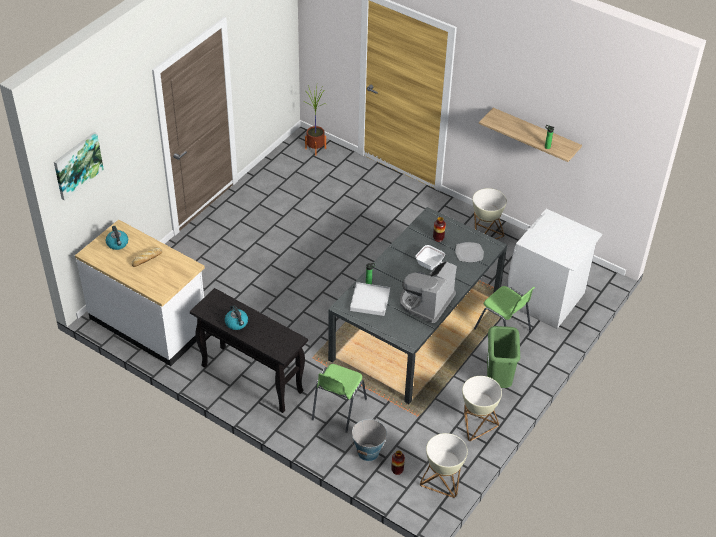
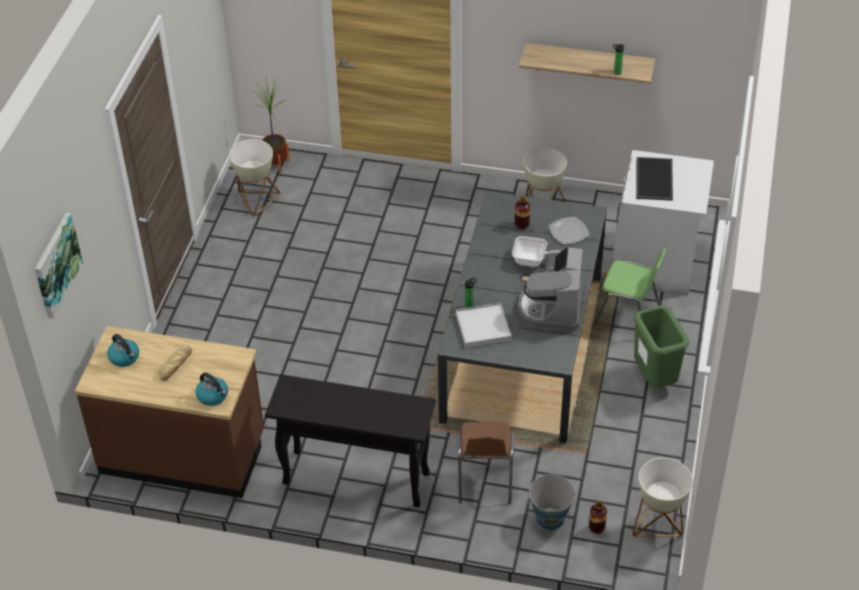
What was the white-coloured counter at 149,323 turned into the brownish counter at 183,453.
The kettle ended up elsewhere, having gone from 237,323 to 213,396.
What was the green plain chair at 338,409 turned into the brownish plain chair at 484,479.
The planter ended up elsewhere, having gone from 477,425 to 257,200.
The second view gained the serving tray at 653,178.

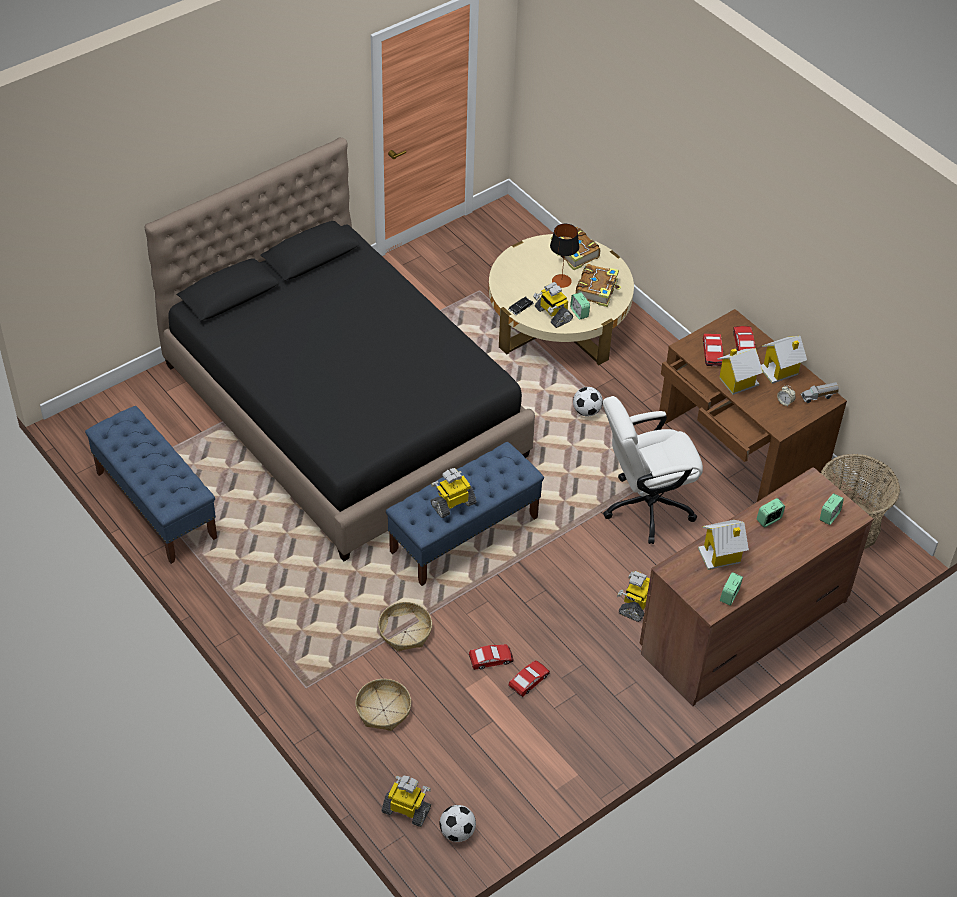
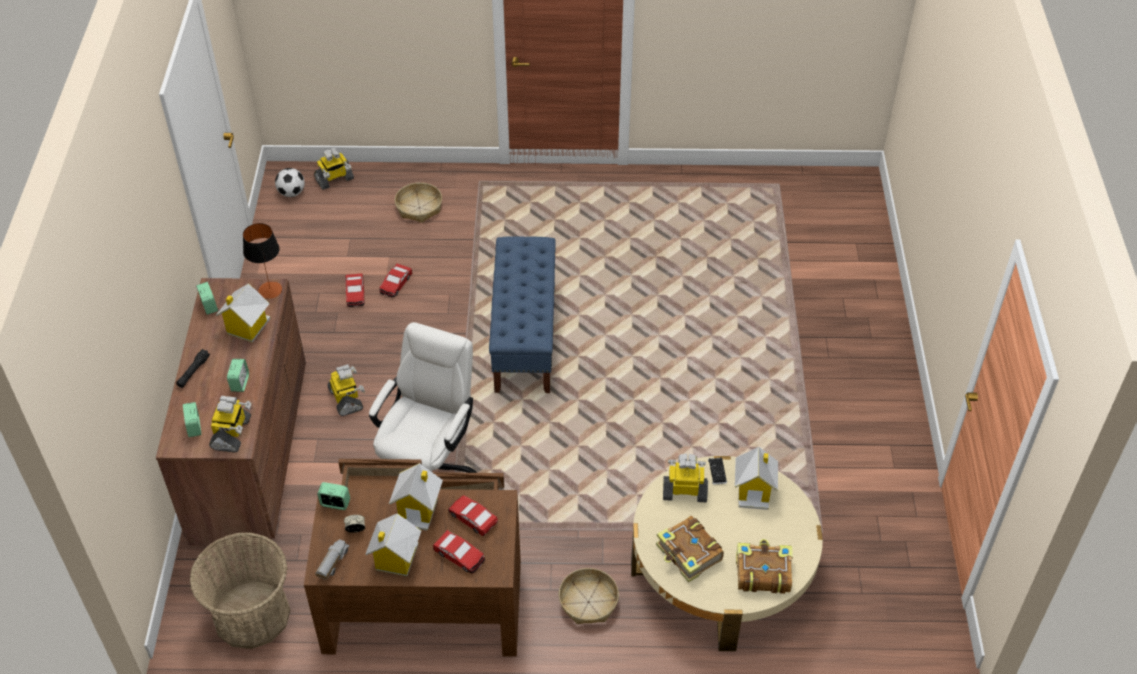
The second view lost the bluish indoor bench at 155,505.
The second view lost the black bed at 344,409.
The basket ended up elsewhere, having gone from 405,631 to 588,602.
The model robot ended up elsewhere, having gone from 453,503 to 232,434.
The tabletop lamp ended up elsewhere, having gone from 561,281 to 270,290.
The bedside clock ended up elsewhere, having gone from 579,313 to 335,503.
The second view lost the football ball at 587,411.
The second view gained the black flashlight at 193,372.
The second view gained the model house at 754,491.

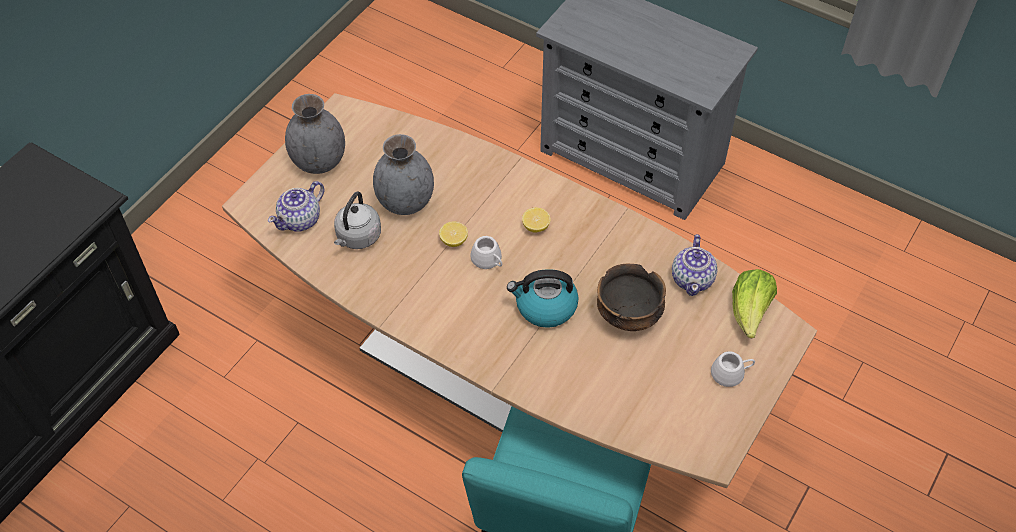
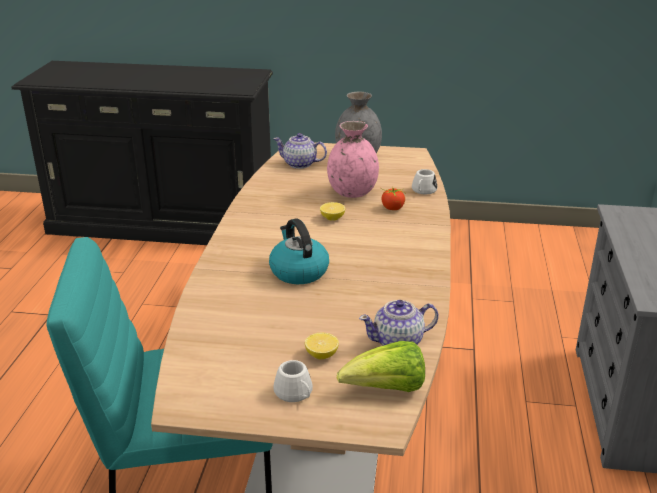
The second view lost the greyish kettle at 357,237.
What was the greyish vase at 405,201 turned into the pink vase at 352,192.
The white-coloured mug ended up elsewhere, having gone from 489,260 to 423,191.
The lemon ended up elsewhere, having gone from 536,226 to 321,355.
The second view lost the deep dish at 629,315.
The second view gained the fresh tomato at 392,208.

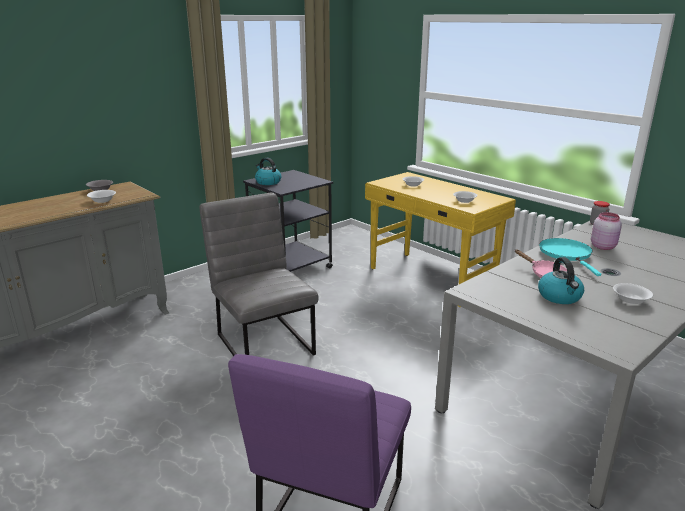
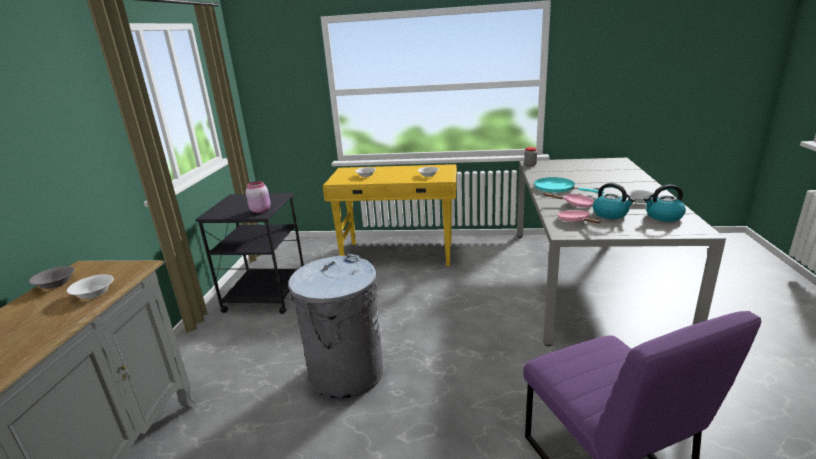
Where the greyish plain chair stood at 264,342, the greyish trash can came to stand at 345,373.
The kettle ended up elsewhere, having gone from 268,182 to 663,216.
The pink jar ended up elsewhere, having gone from 603,246 to 260,210.
The second view gained the pink pan at 575,221.

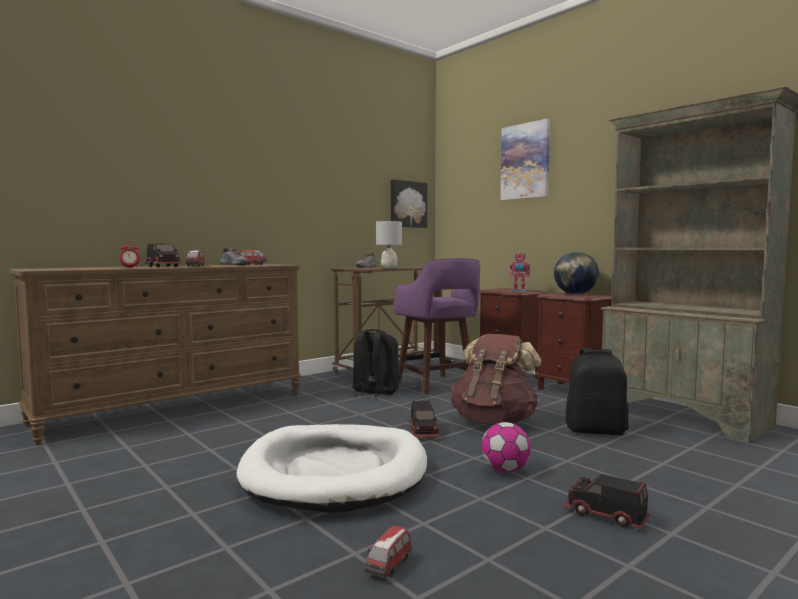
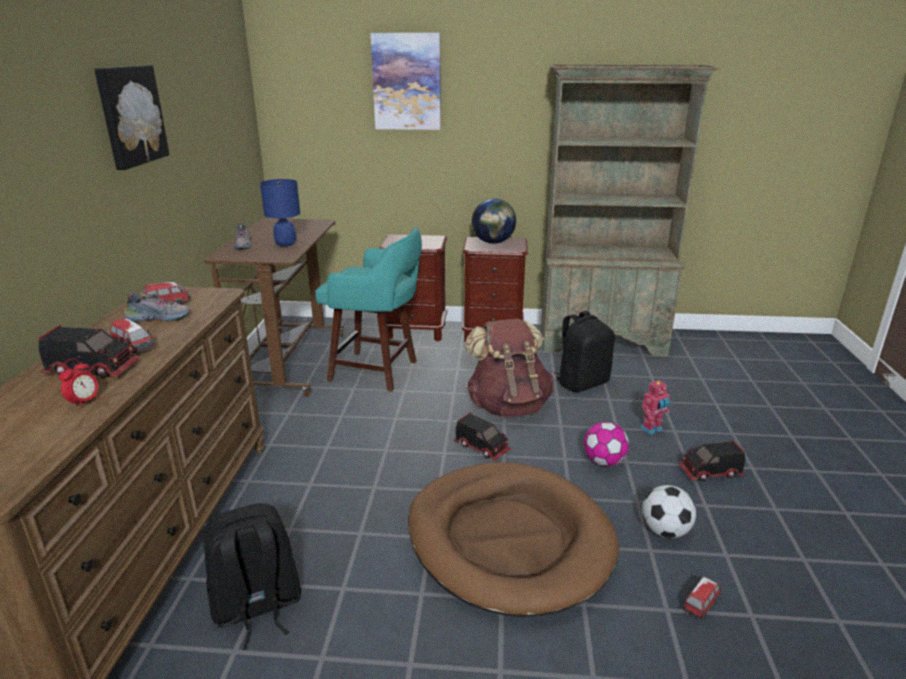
What was the white-coloured dog bed at 335,472 turned into the brownish dog bed at 508,540.
The black backpack ended up elsewhere, having gone from 374,392 to 257,608.
The model car at 389,566 ended up facing another way, 120 degrees counterclockwise from before.
What was the greyish tabletop lamp at 389,268 turned into the bluish tabletop lamp at 286,244.
The wall picture ended up elsewhere, having gone from 407,204 to 130,115.
What was the purple-coloured stool seat at 436,385 turned into the turquoise stool seat at 377,372.
The model robot ended up elsewhere, having gone from 519,291 to 652,429.
The second view gained the football ball at 665,531.

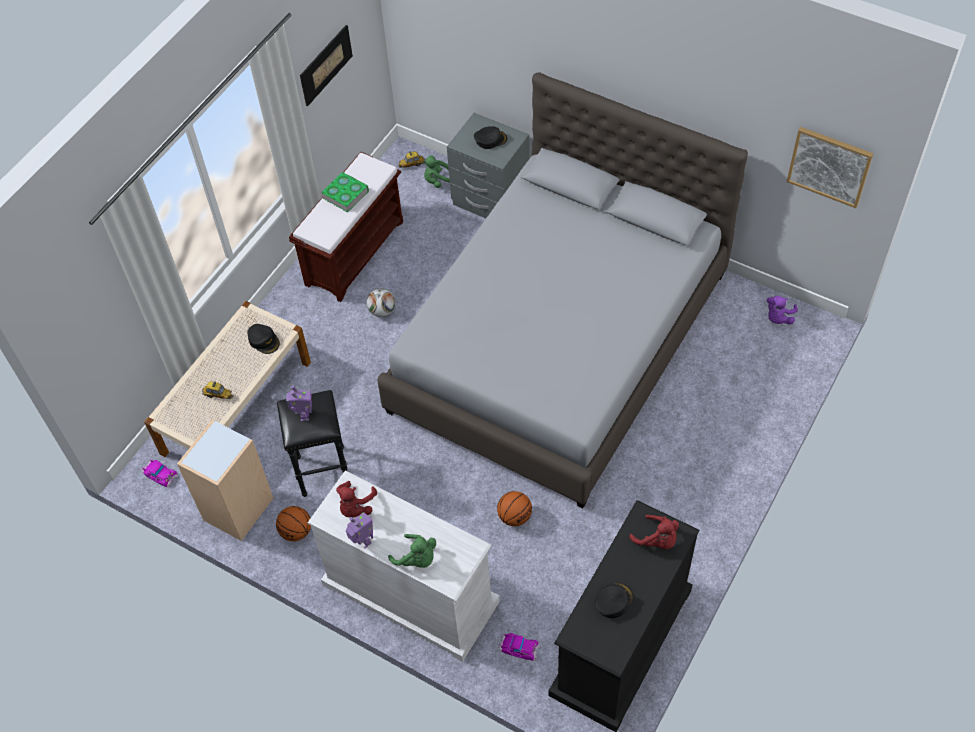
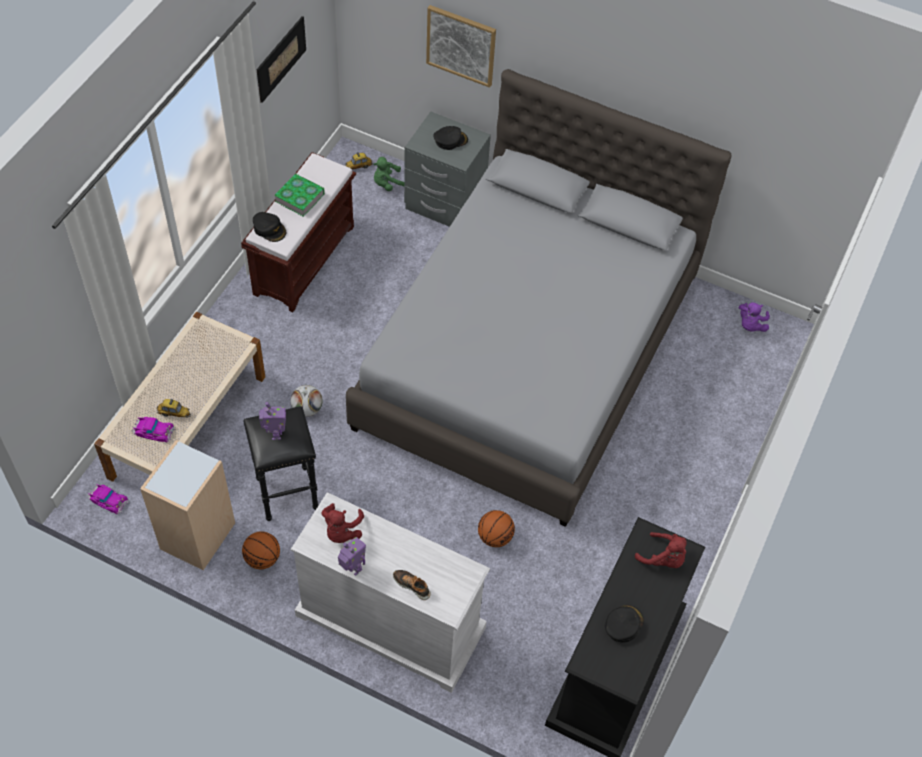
The black cap ended up elsewhere, having gone from 264,340 to 269,229.
The football ball ended up elsewhere, having gone from 382,311 to 307,409.
Where the green soft toy stood at 417,559, the shoe came to stand at 412,585.
The model car ended up elsewhere, having gone from 519,647 to 153,431.
The wall picture ended up elsewhere, having gone from 829,166 to 461,45.

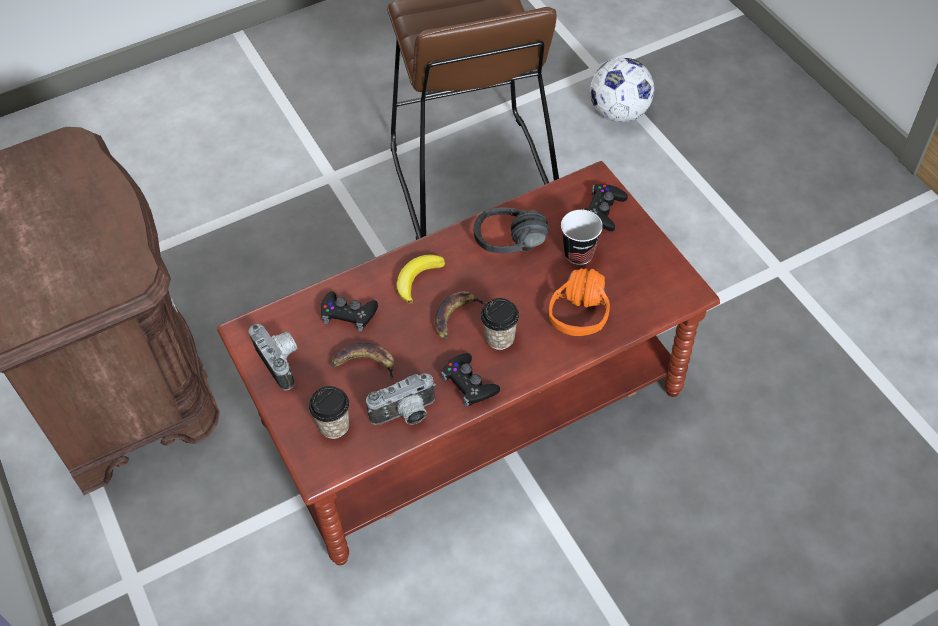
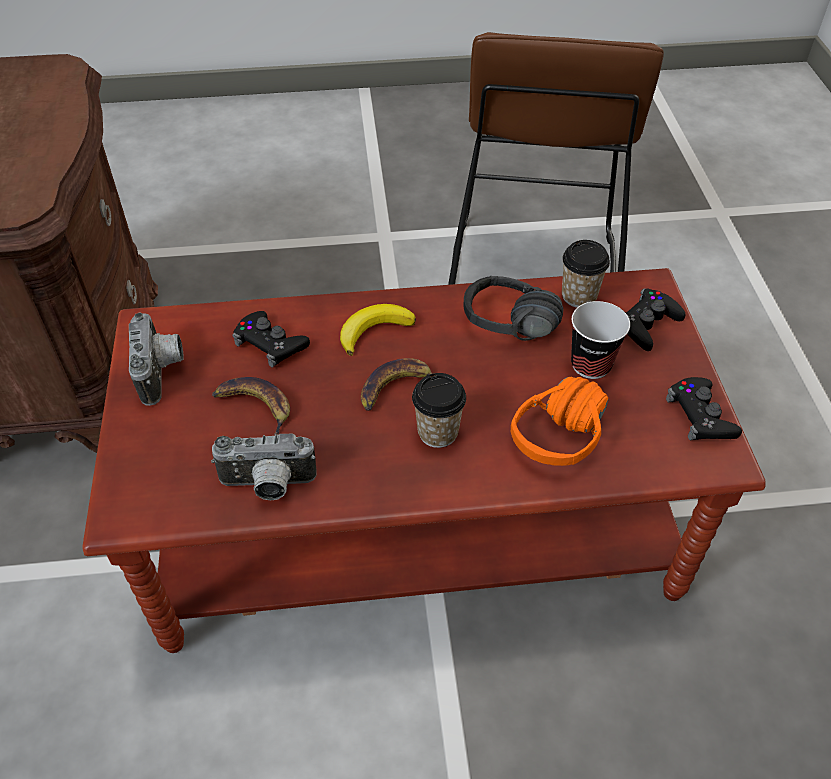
The cup ended up elsewhere, having gone from 334,426 to 579,296.
The black joypad ended up elsewhere, having gone from 469,384 to 700,416.
The second view lost the football ball at 619,113.

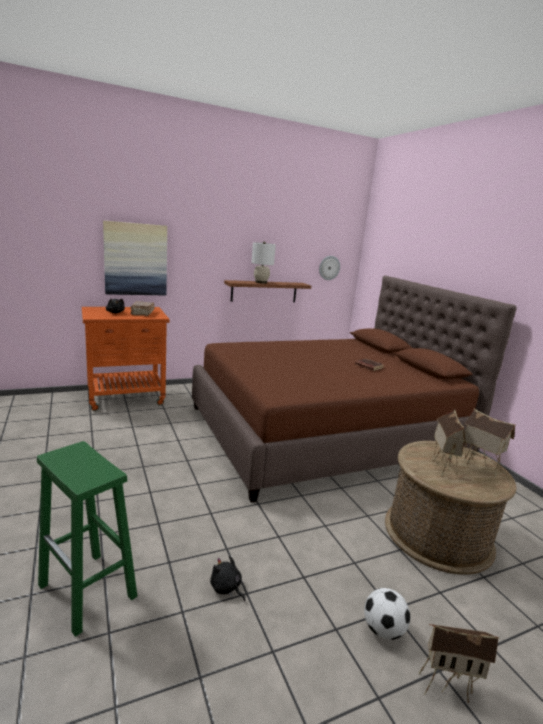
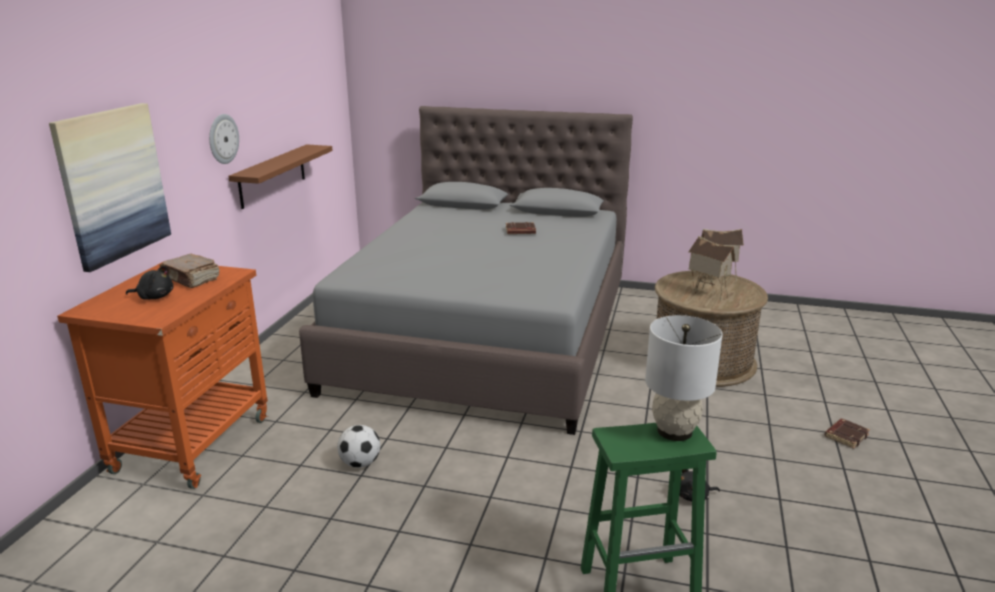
What was the brownish bed at 325,432 turned into the greyish bed at 487,335.
The white-coloured tabletop lamp ended up elsewhere, having gone from 261,282 to 674,431.
The wall clock ended up elsewhere, having gone from 329,267 to 223,139.
The football ball ended up elsewhere, having gone from 383,629 to 360,463.
Where the model house stood at 446,684, the brownish bound book came to stand at 845,435.

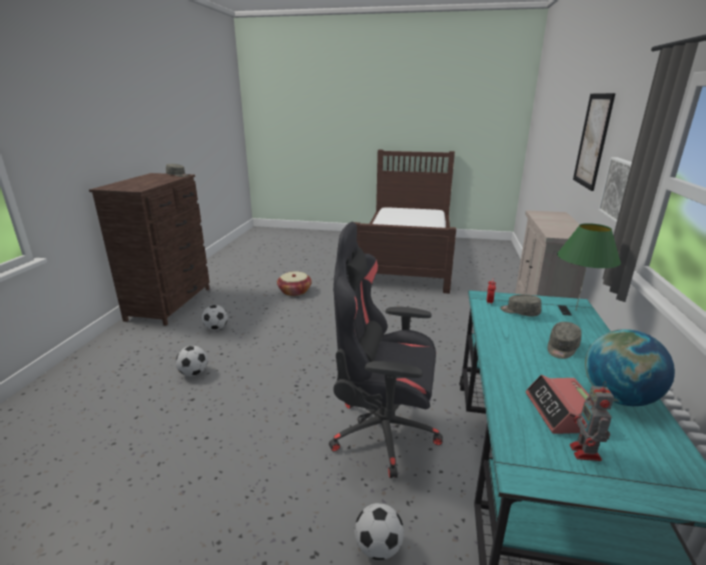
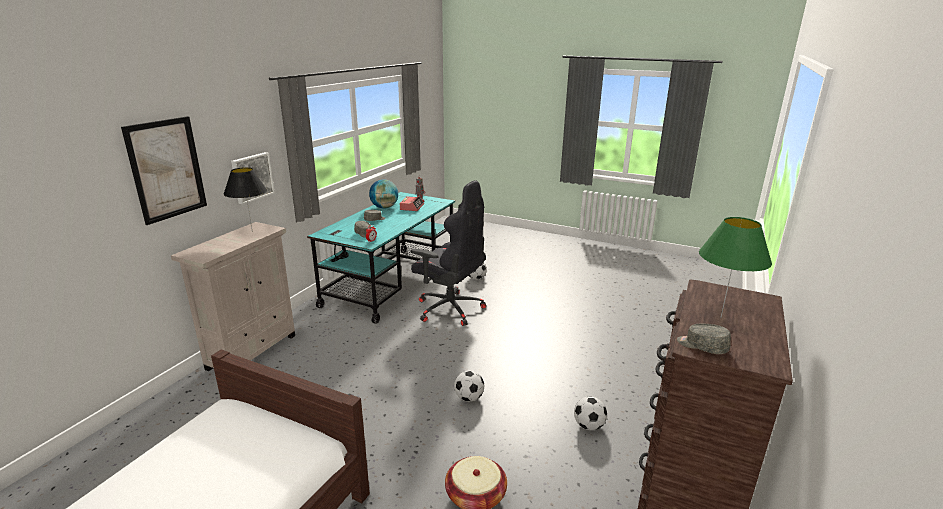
The football ball ended up elsewhere, having gone from 193,373 to 469,398.
The green tabletop lamp ended up elsewhere, having gone from 576,311 to 720,317.
The second view gained the black tabletop lamp at 252,231.

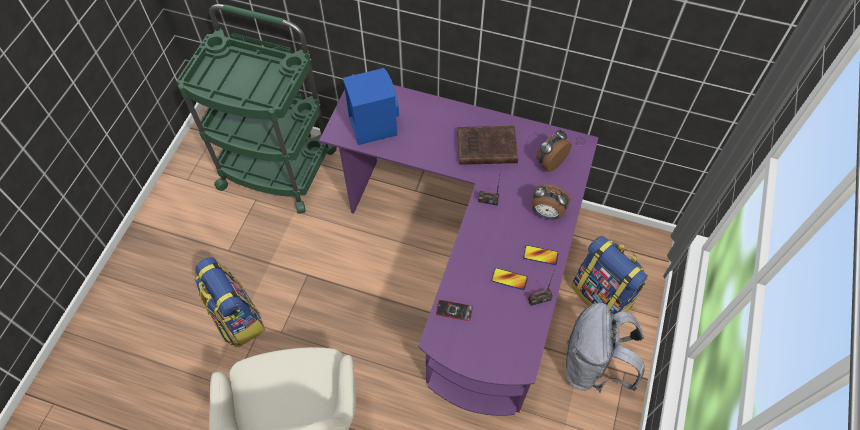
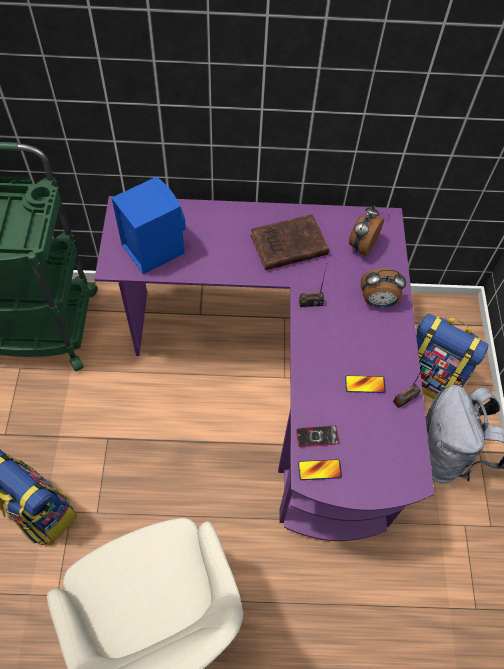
The phone ended up elsewhere, having gone from 540,255 to 319,470.

